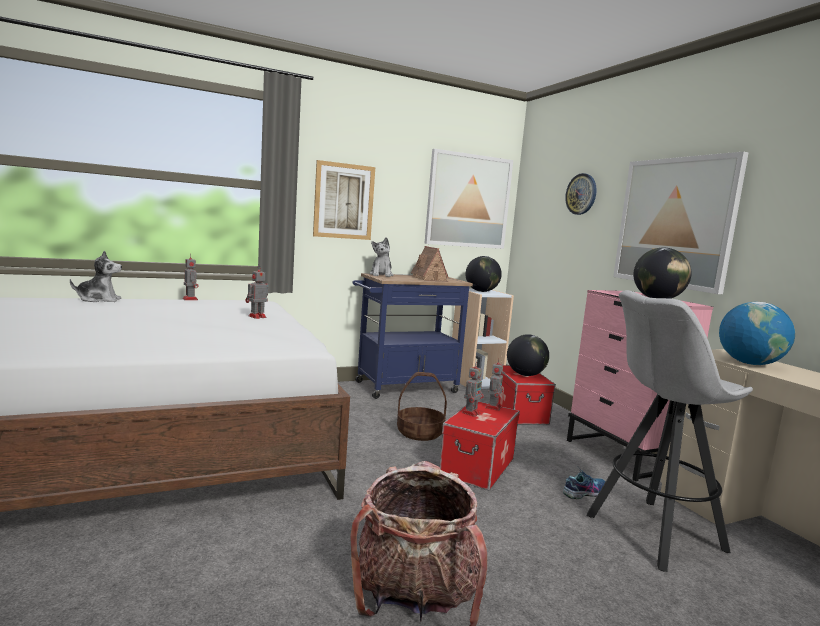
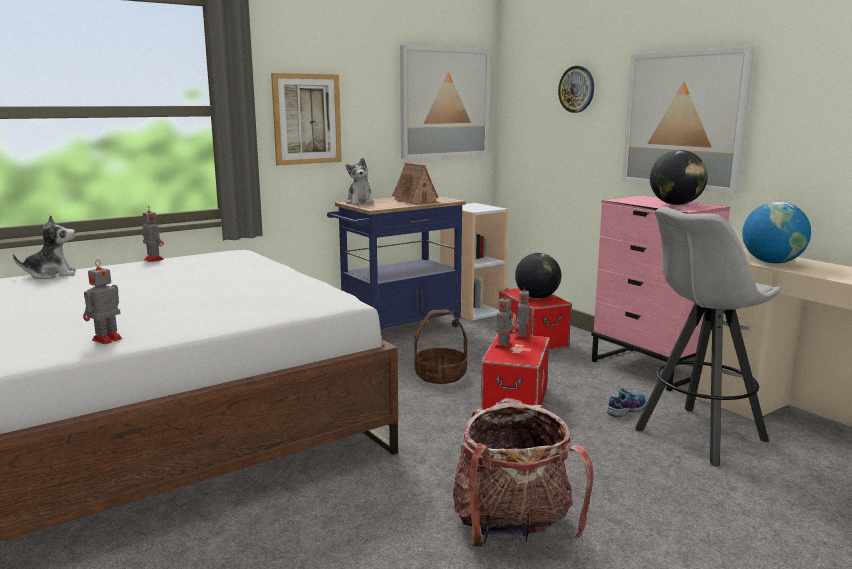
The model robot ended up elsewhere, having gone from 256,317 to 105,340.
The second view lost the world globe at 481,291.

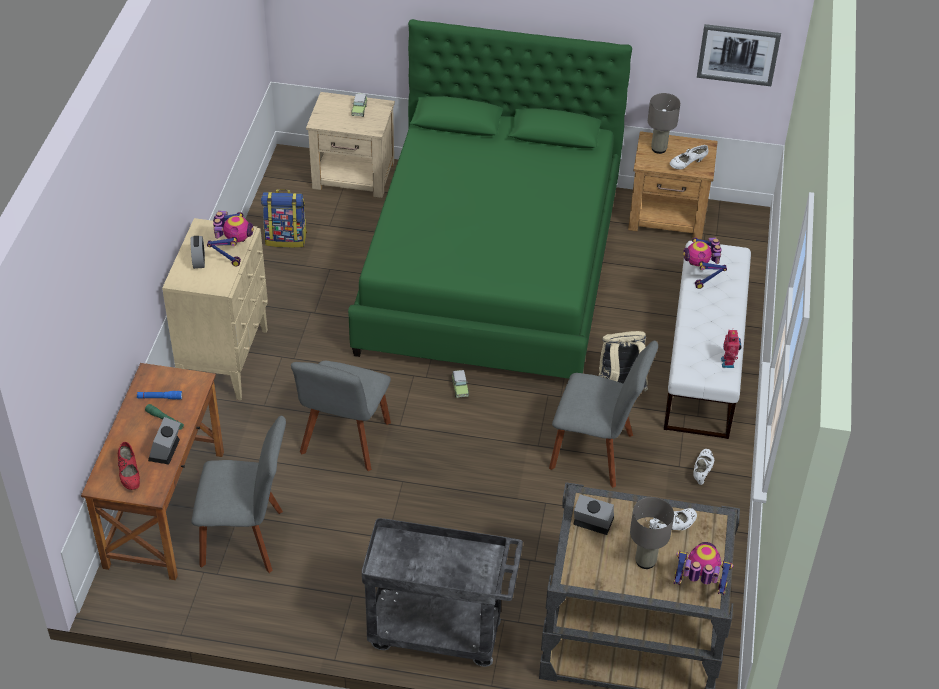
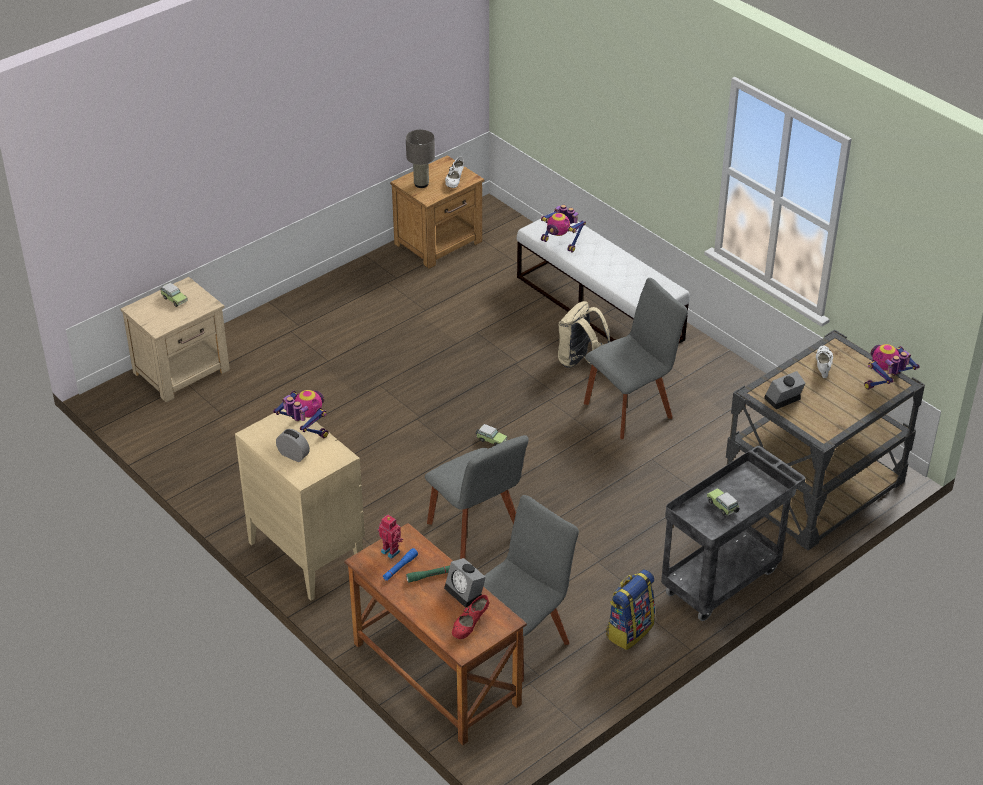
The red shoe at 129,475 ended up facing another way, 105 degrees clockwise from before.
The backpack ended up elsewhere, having gone from 286,238 to 629,630.
The second view lost the green bed at 490,269.
The second view lost the greyish tabletop lamp at 645,560.
The second view lost the white-coloured shoe at 702,471.
The second view lost the wall picture at 738,54.
The model robot ended up elsewhere, having gone from 728,363 to 391,551.
The second view gained the model car at 723,507.

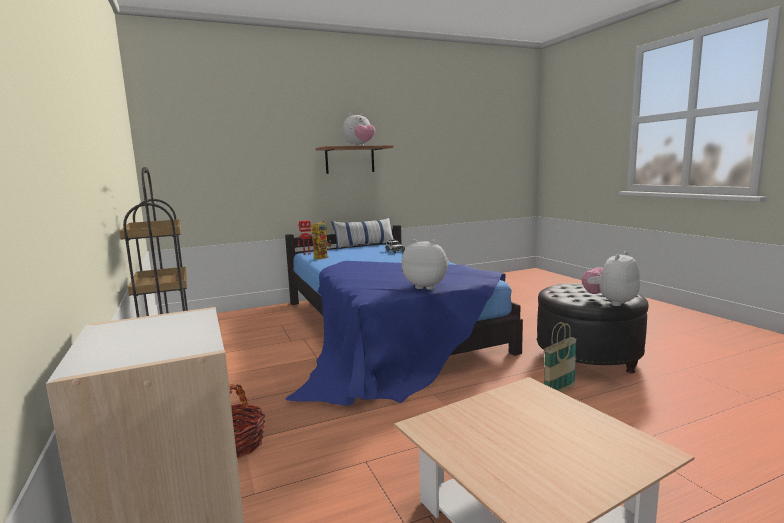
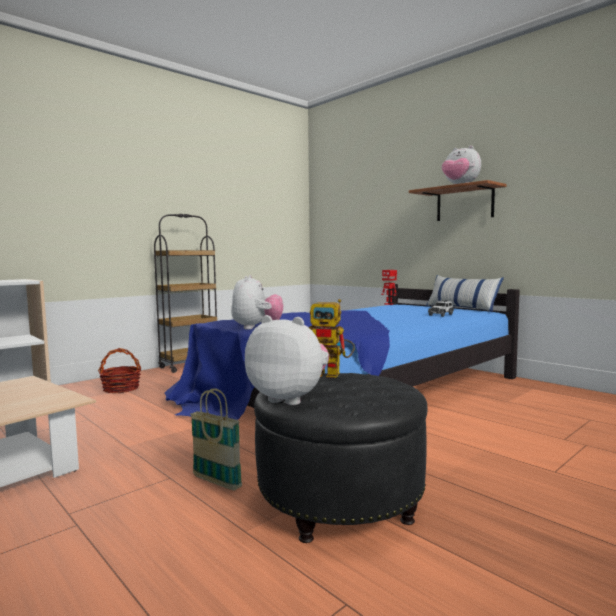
The model robot ended up elsewhere, having gone from 322,257 to 332,374.

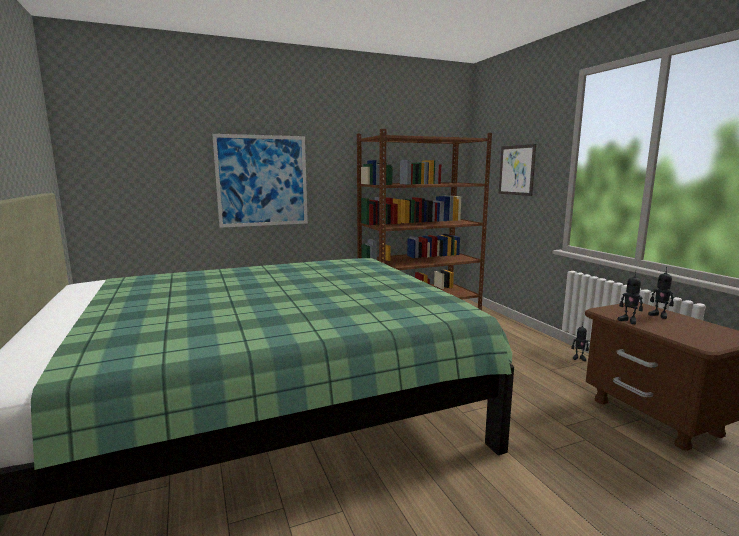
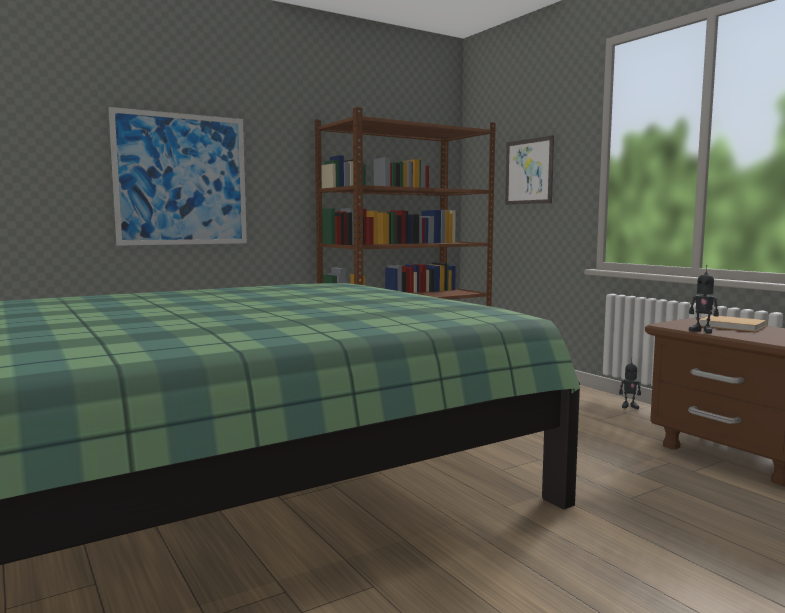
Where the model robot stood at 659,315, the beige bound book came to stand at 734,326.

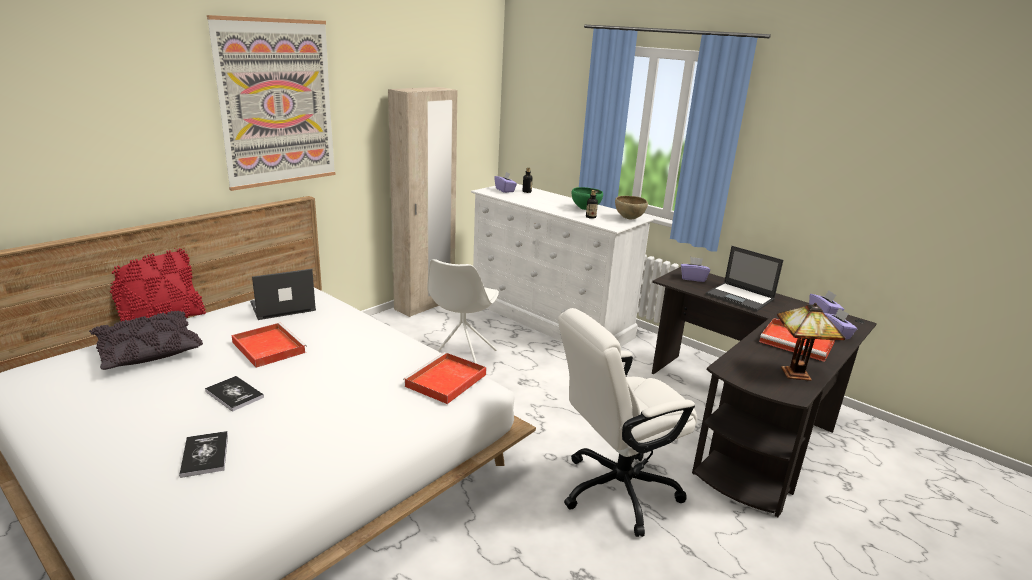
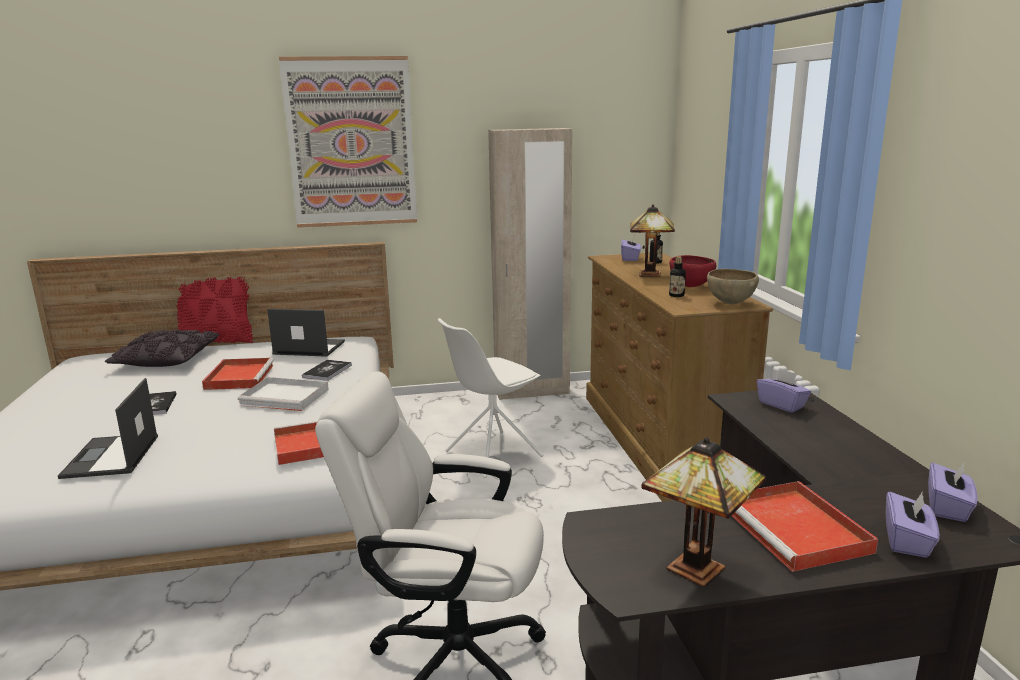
The bound book ended up elsewhere, having gone from 205,455 to 327,371.
What was the white-coloured drawer chest at 548,319 turned into the brownish drawer chest at 657,439.
What was the green deep dish at 585,209 turned into the red deep dish at 690,287.
The notebook computer ended up elsewhere, having gone from 740,297 to 111,457.
The second view gained the white-coloured serving tray at 286,397.
The second view gained the tabletop lamp at 651,275.

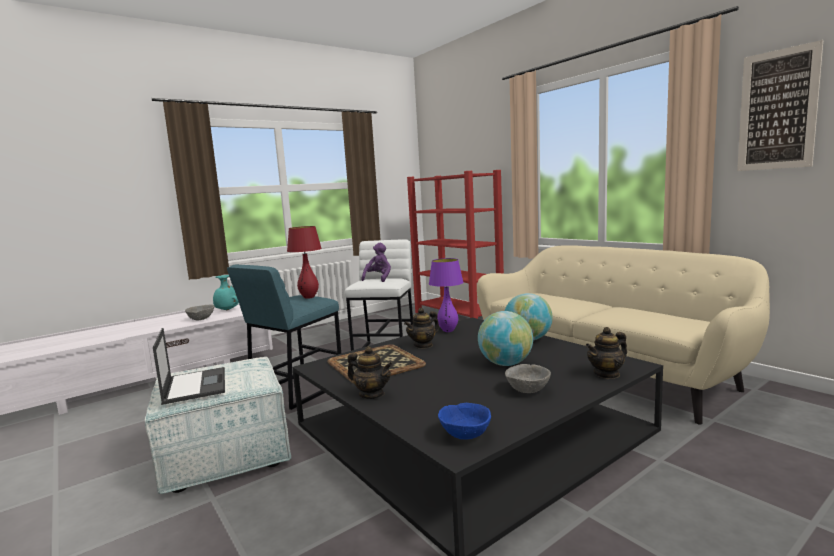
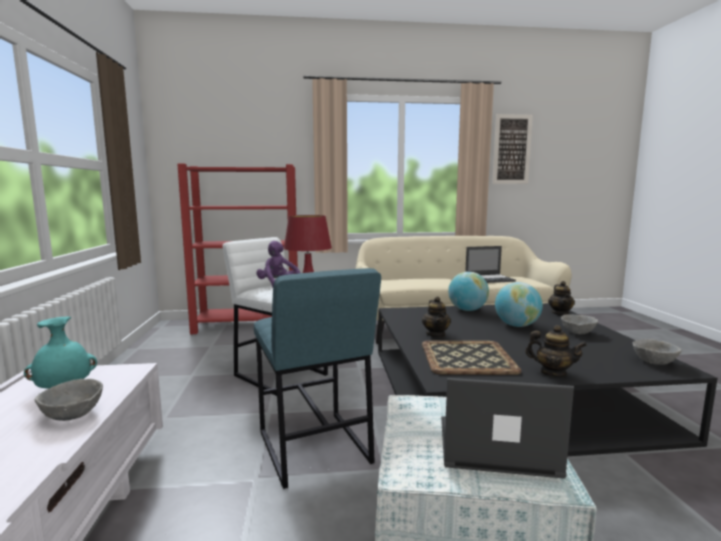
The teapot at 371,394 ended up facing another way, 60 degrees clockwise from before.
The second view lost the purple-coloured tabletop lamp at 448,330.
What was the bluish deep dish at 465,435 turned into the greyish deep dish at 654,363.
The second view gained the notebook computer at 490,279.

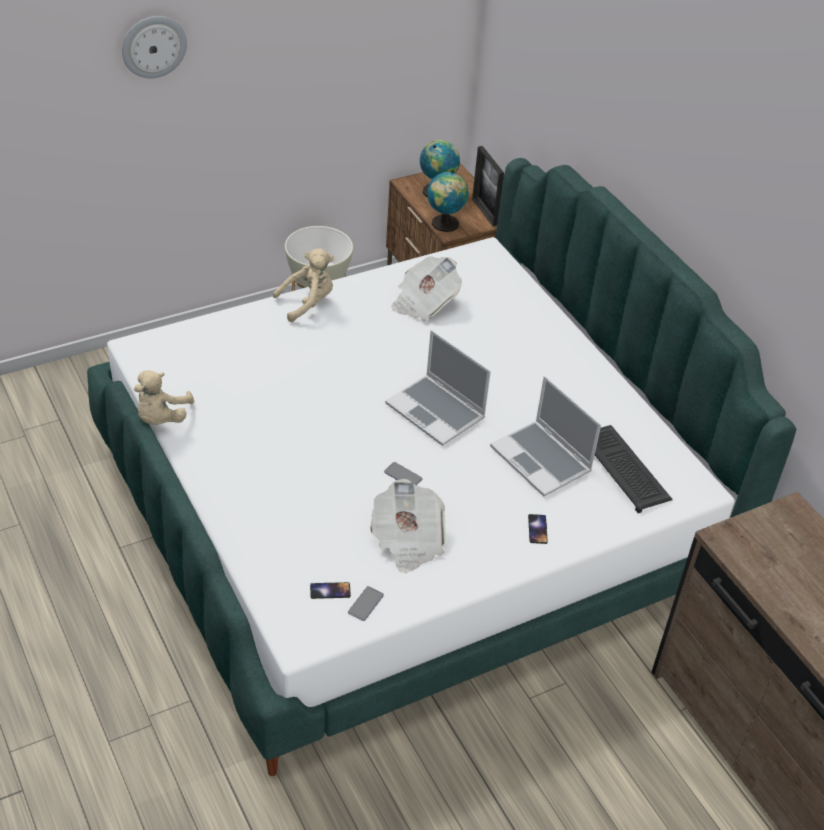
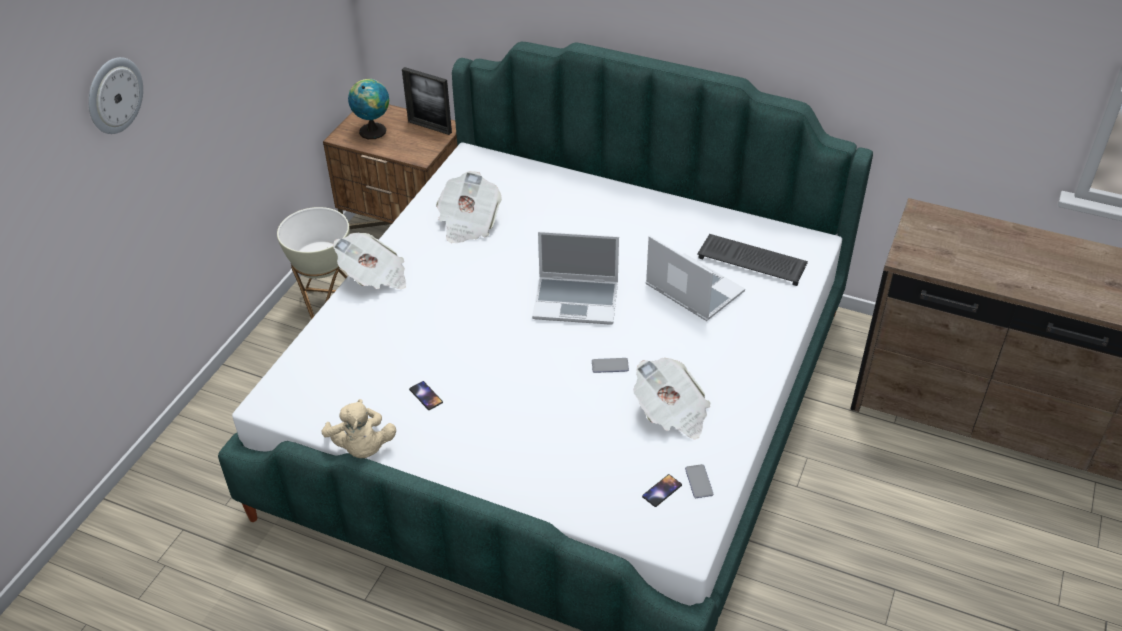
Where the beige soft toy stood at 308,303, the printed paper came to stand at 374,277.
The second view lost the world globe at 444,225.
The notebook computer at 542,460 ended up facing another way, 150 degrees counterclockwise from before.
The phone ended up elsewhere, having gone from 537,529 to 426,396.

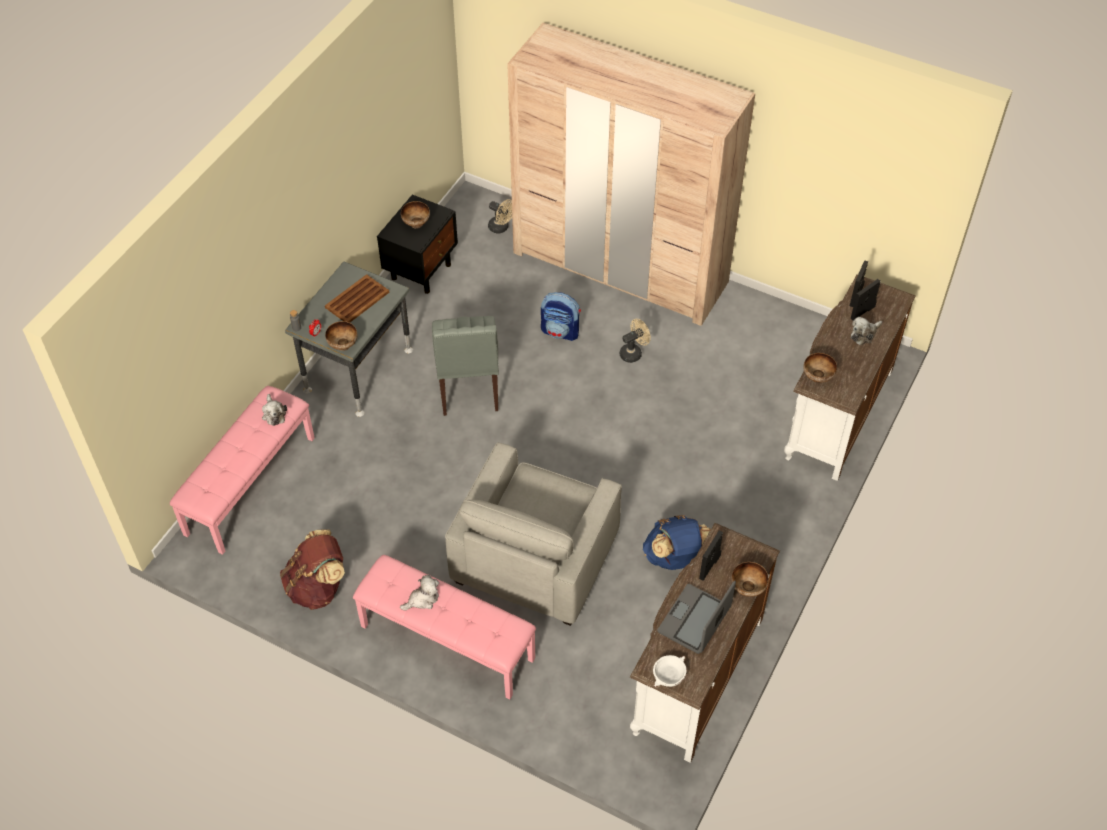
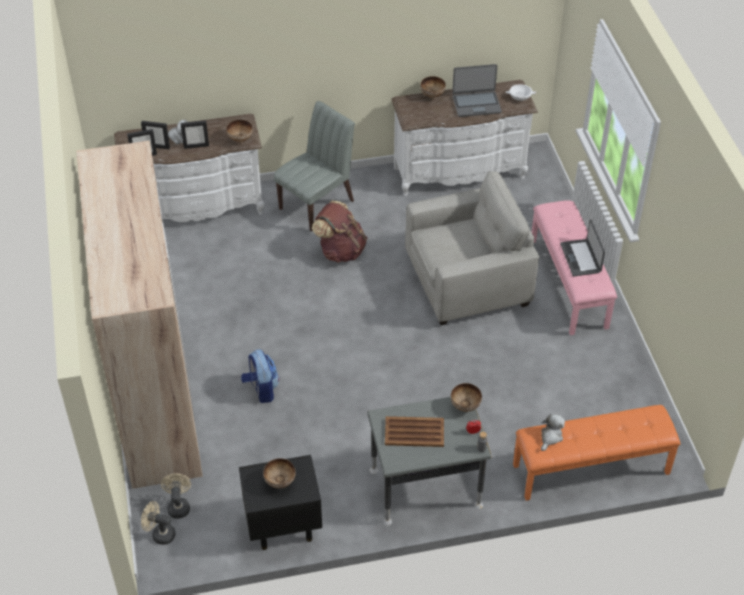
What was the pink indoor bench at 250,485 turned into the orange indoor bench at 591,470.
The brownish backpack ended up elsewhere, having gone from 317,587 to 340,250.
Where the soft toy stood at 422,599, the notebook computer came to stand at 581,258.
The greyish plain chair ended up elsewhere, having gone from 468,384 to 316,205.
The beige cooling fan ended up elsewhere, having gone from 633,352 to 160,534.
The second view lost the bluish backpack at 675,558.
The picture frame ended up elsewhere, having gone from 709,567 to 196,146.

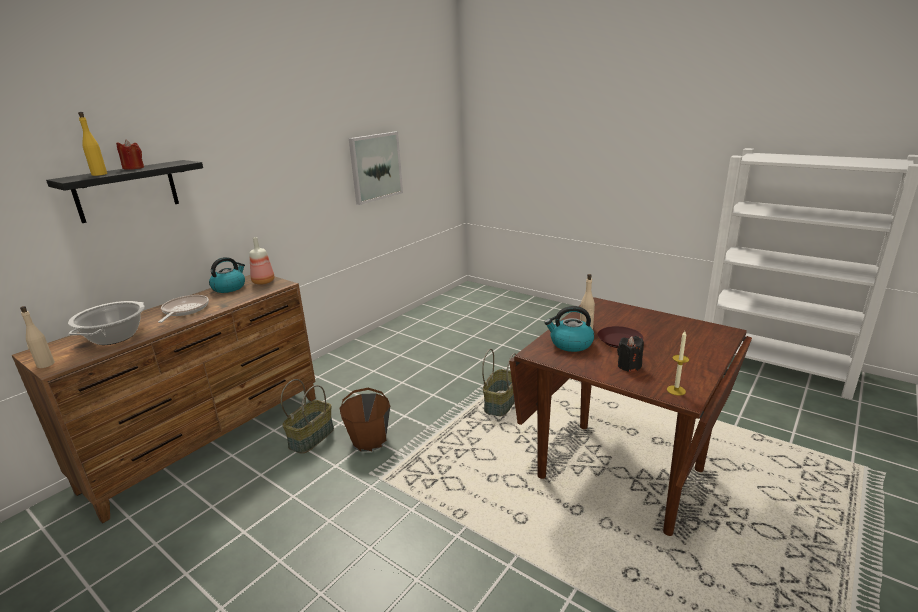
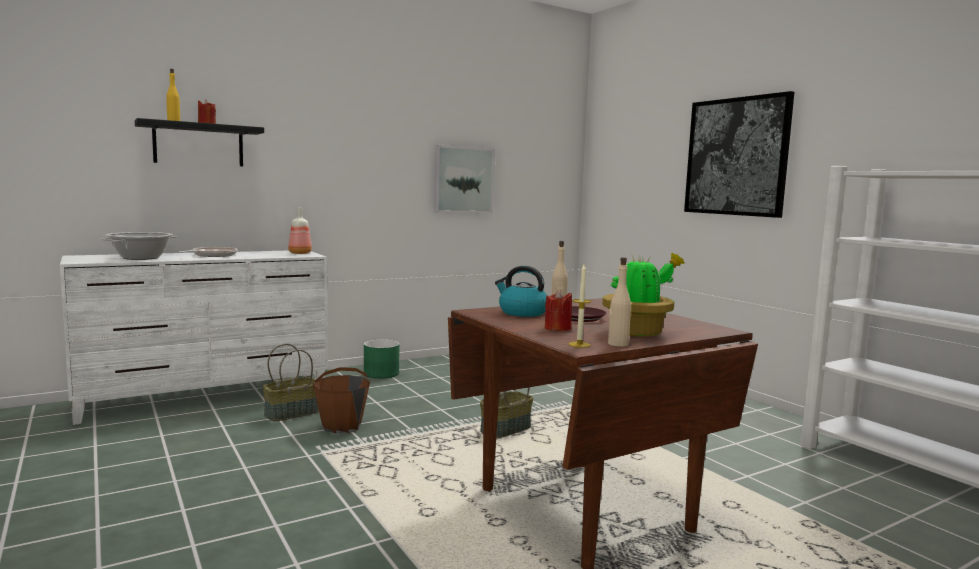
What was the brownish drawer chest at 208,440 turned into the white-coloured drawer chest at 206,396.
The beige beverage bottle ended up elsewhere, having gone from 45,364 to 617,344.
The second view lost the kettle at 229,287.
What was the black candle at 629,366 turned into the red candle at 557,328.
The second view gained the green planter at 381,373.
The second view gained the potted plant at 638,332.
The second view gained the wall picture at 736,157.

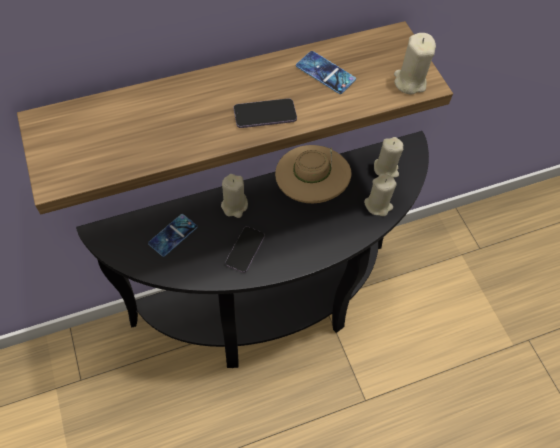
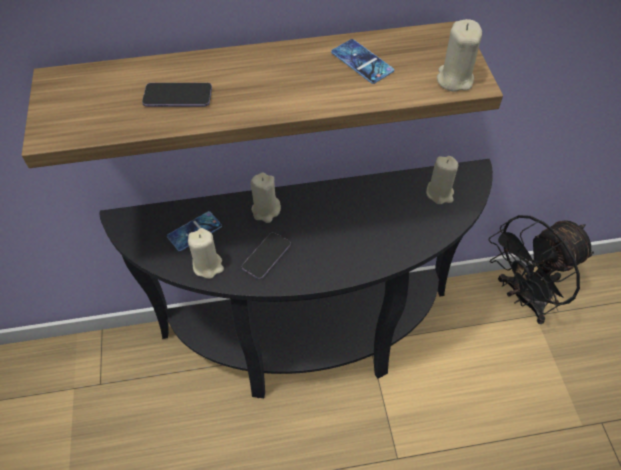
The phone ended up elsewhere, having gone from 265,115 to 178,97.
The second view lost the beige hat at 310,189.
The beige candle ended up elsewhere, having gone from 378,205 to 208,265.
The second view gained the black cooling fan at 523,298.

